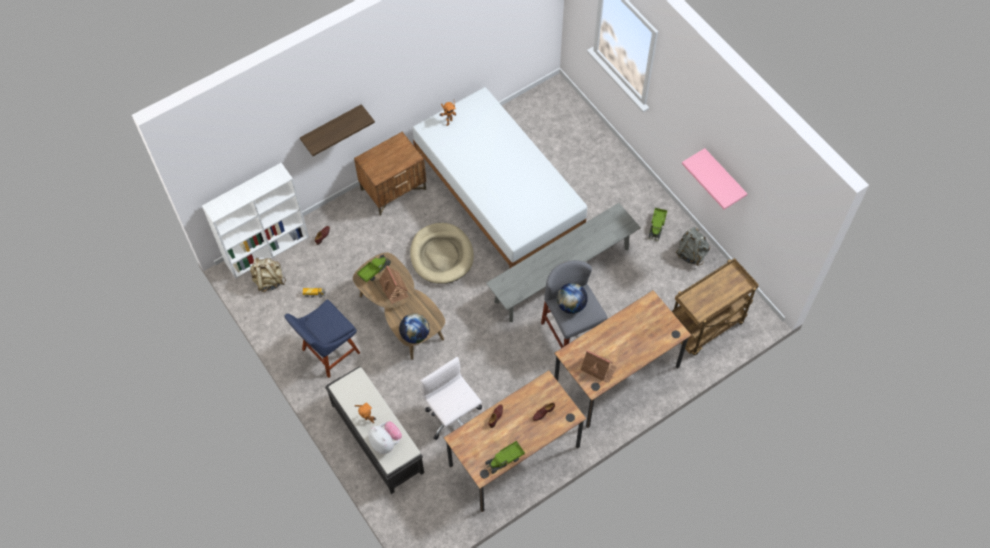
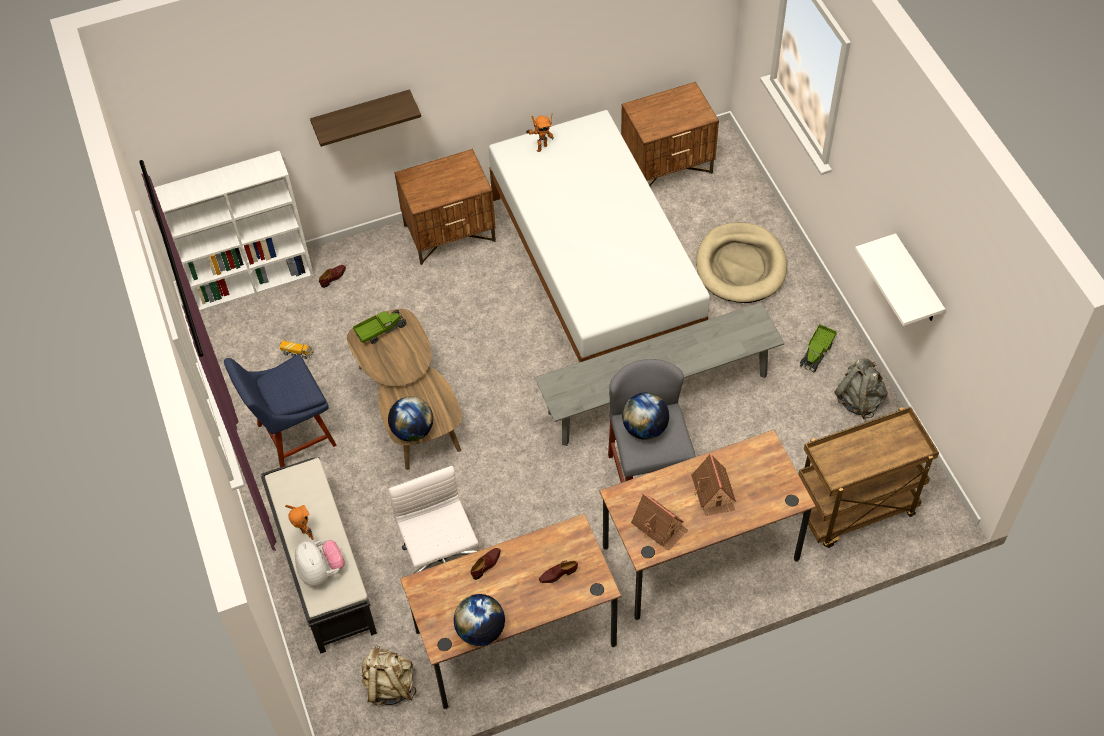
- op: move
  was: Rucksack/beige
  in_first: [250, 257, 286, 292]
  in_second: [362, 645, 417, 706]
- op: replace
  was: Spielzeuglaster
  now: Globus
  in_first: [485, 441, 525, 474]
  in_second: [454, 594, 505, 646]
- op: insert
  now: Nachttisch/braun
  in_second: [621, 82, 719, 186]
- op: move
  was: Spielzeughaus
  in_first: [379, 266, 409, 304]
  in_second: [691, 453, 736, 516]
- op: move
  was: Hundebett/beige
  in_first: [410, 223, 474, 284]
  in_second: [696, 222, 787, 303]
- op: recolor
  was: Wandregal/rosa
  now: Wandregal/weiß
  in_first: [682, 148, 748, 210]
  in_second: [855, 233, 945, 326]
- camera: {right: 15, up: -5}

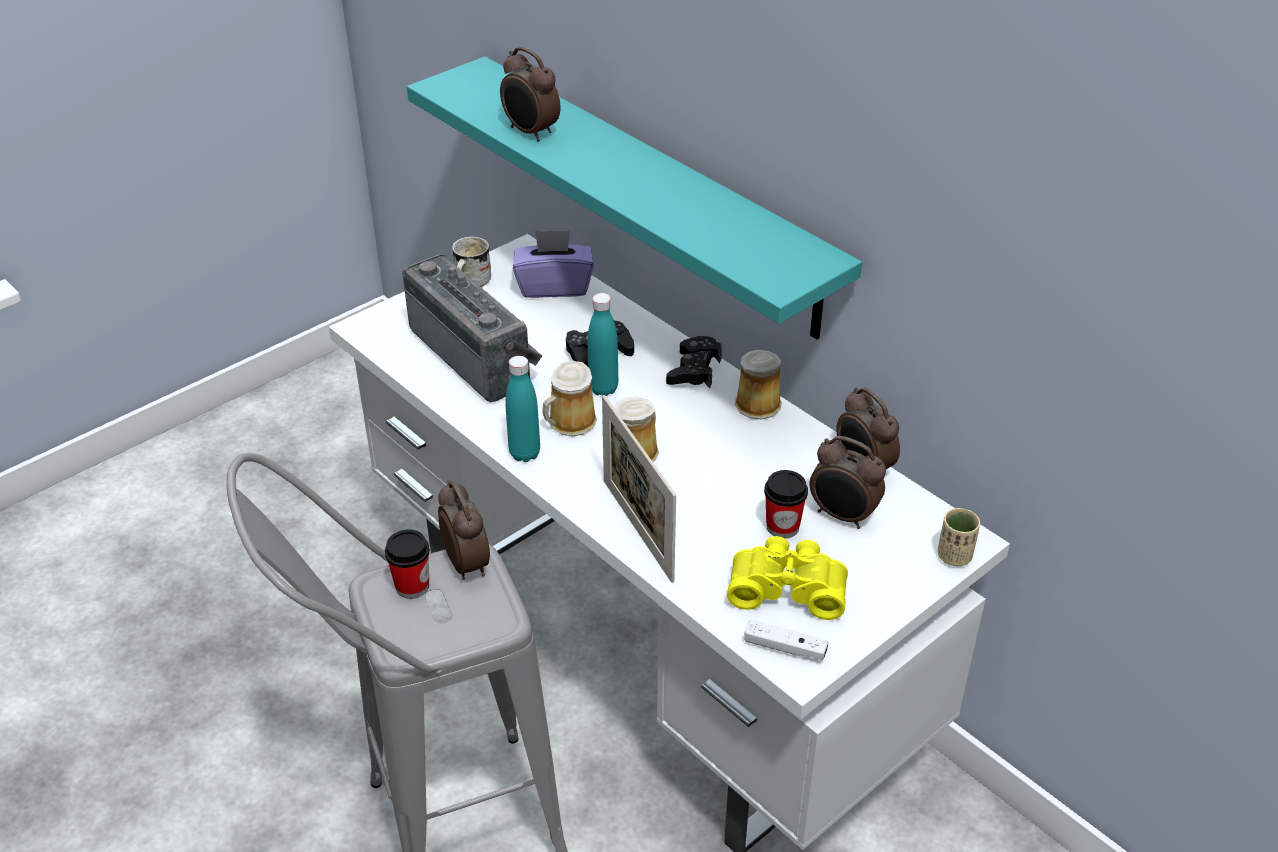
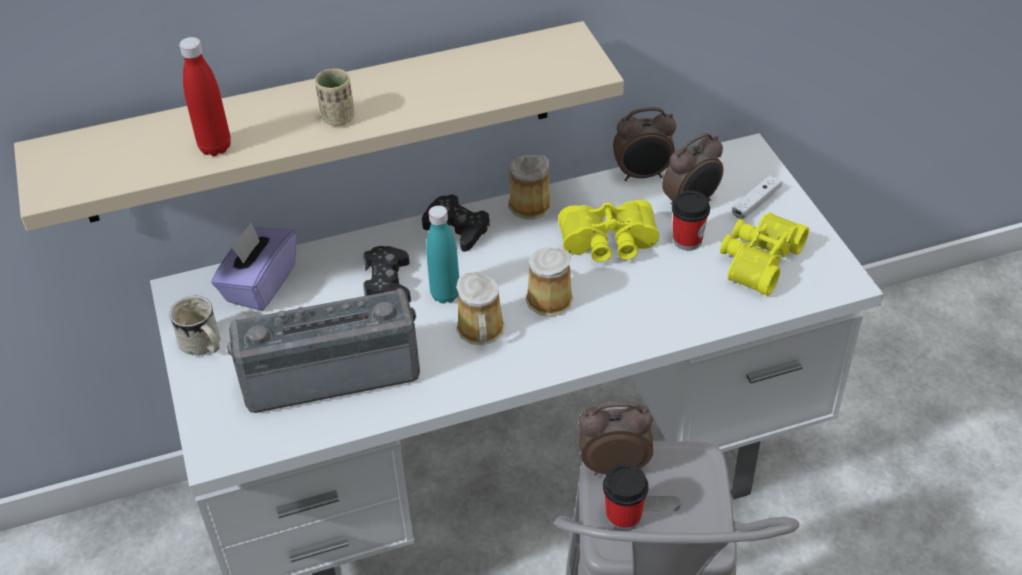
- op: recolor
  was: Wandregal/türkis
  now: Wandregal/beige
  in_first: [407, 57, 862, 339]
  in_second: [14, 21, 624, 231]
- op: replace
  was: Wecker
  now: Flasche/rot
  in_first: [500, 47, 561, 142]
  in_second: [179, 37, 231, 156]
- op: move
  was: Tasse/beige
  in_first: [938, 508, 980, 566]
  in_second: [315, 69, 355, 126]
- op: insert
  now: Fernglas/gelb
  in_second: [558, 200, 659, 262]
- op: move
  was: Gamepad/weiß
  in_first: [744, 620, 828, 660]
  in_second: [732, 175, 782, 220]
- op: delete
  was: Flasche/türkis
  in_first: [506, 356, 540, 462]
- op: delete
  was: Bilderrahmen
  in_first: [602, 395, 676, 583]
- camera: {right: -65, up: 5}

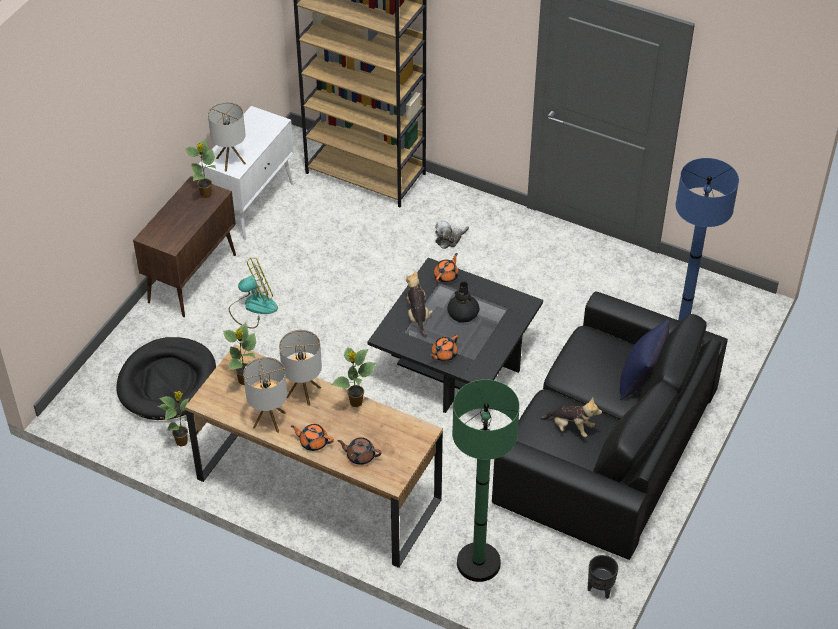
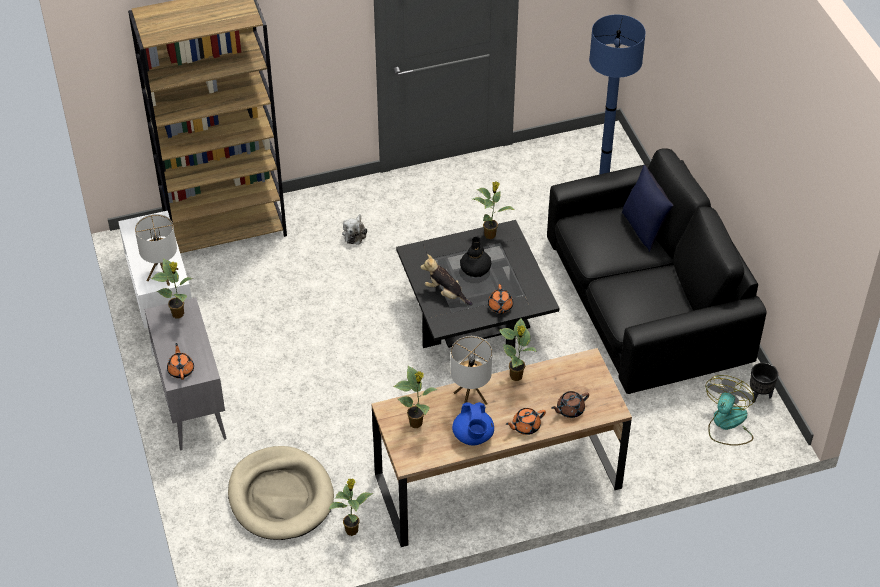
- op: recolor
  was: Schrank/braun
  now: Schrank/grau
  in_first: [133, 176, 236, 317]
  in_second: [145, 297, 227, 450]
- op: move
  was: Teekanne/orange
  in_first: [434, 253, 459, 283]
  in_second: [167, 343, 194, 380]
- op: recolor
  was: Hundebett/schwarz
  now: Hundebett/beige
  in_first: [116, 337, 216, 420]
  in_second: [228, 446, 334, 540]
- op: replace
  was: Tischlampe
  now: Teekanne/blau
  in_first: [243, 357, 287, 433]
  in_second: [452, 402, 494, 445]
- op: insert
  now: Topfpflanze
  in_second: [473, 181, 515, 239]
- op: move
  was: Ventilator
  in_first: [229, 258, 278, 329]
  in_second: [706, 375, 755, 446]
- op: delete
  was: Stehlampe/grün
  in_first: [452, 379, 520, 582]
- op: delete
  was: Plüschtier
  in_first: [540, 397, 602, 437]
- camera: {right: -45, up: 0}

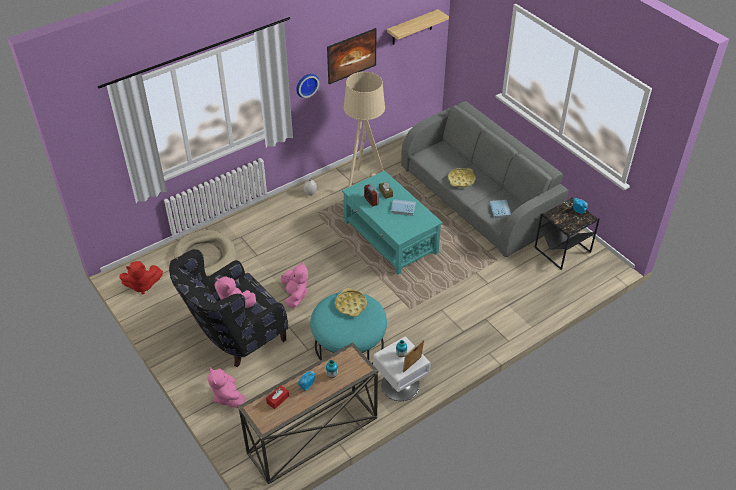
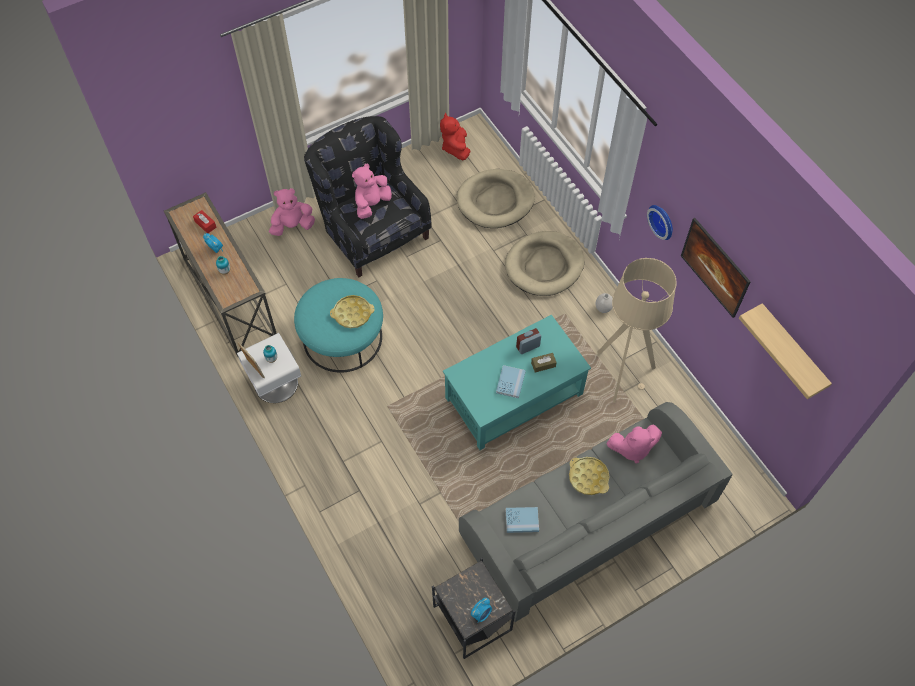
- op: insert
  now: Hundebett/beige
  in_second: [505, 231, 585, 296]
- op: move
  was: Plüschtier/rosa
  in_first: [281, 262, 308, 308]
  in_second: [607, 425, 662, 463]
- camera: {right: 95, up: 15}

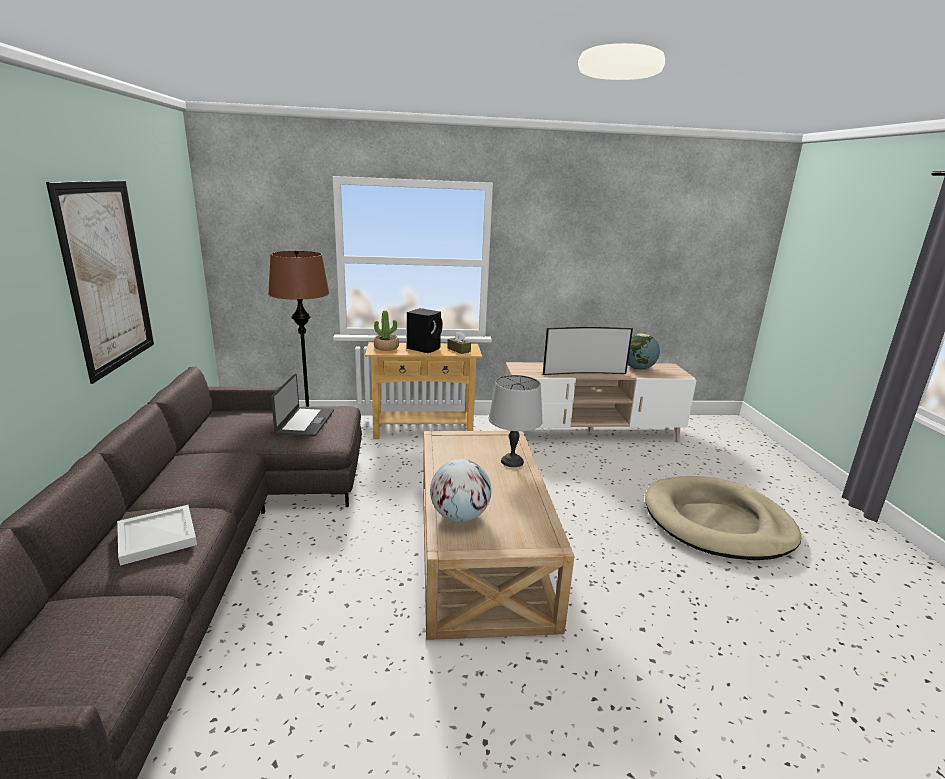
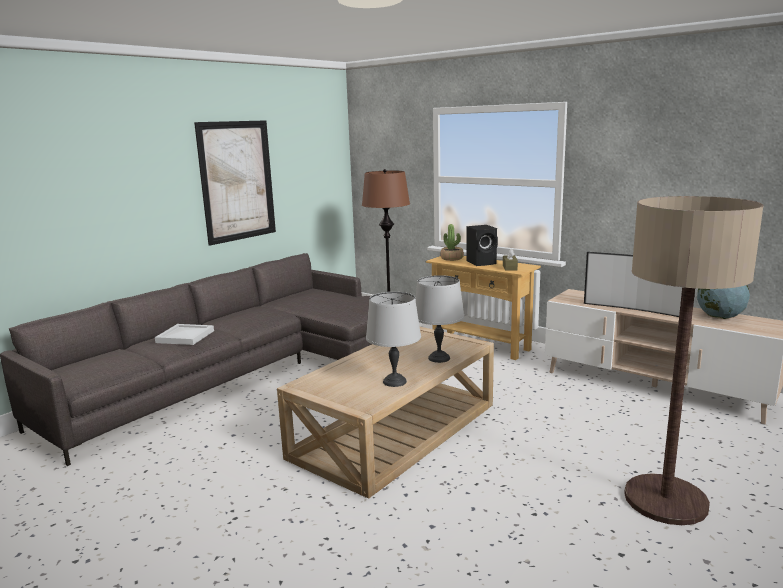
- op: insert
  now: Tischlampe/grau
  in_second: [366, 292, 421, 387]
- op: replace
  was: Hundebett/beige
  now: Stehlampe
  in_first: [645, 476, 801, 560]
  in_second: [624, 196, 764, 525]
- op: delete
  was: Laptop
  in_first: [271, 374, 334, 437]
- op: delete
  was: Globus
  in_first: [430, 459, 491, 522]
- camera: {right: 45, up: -5}

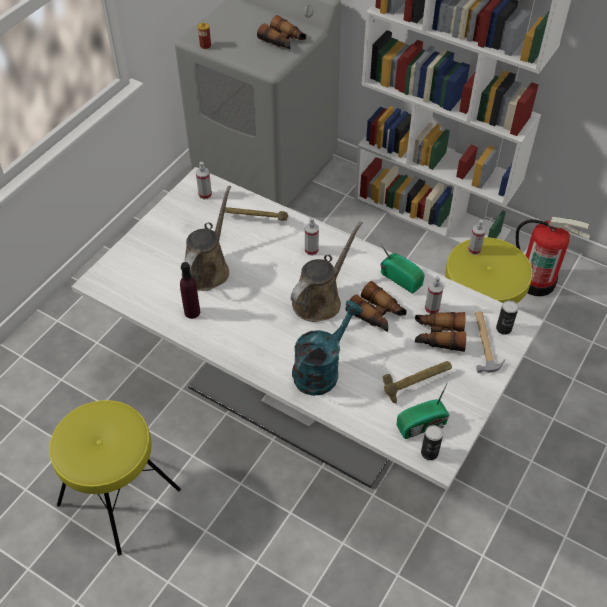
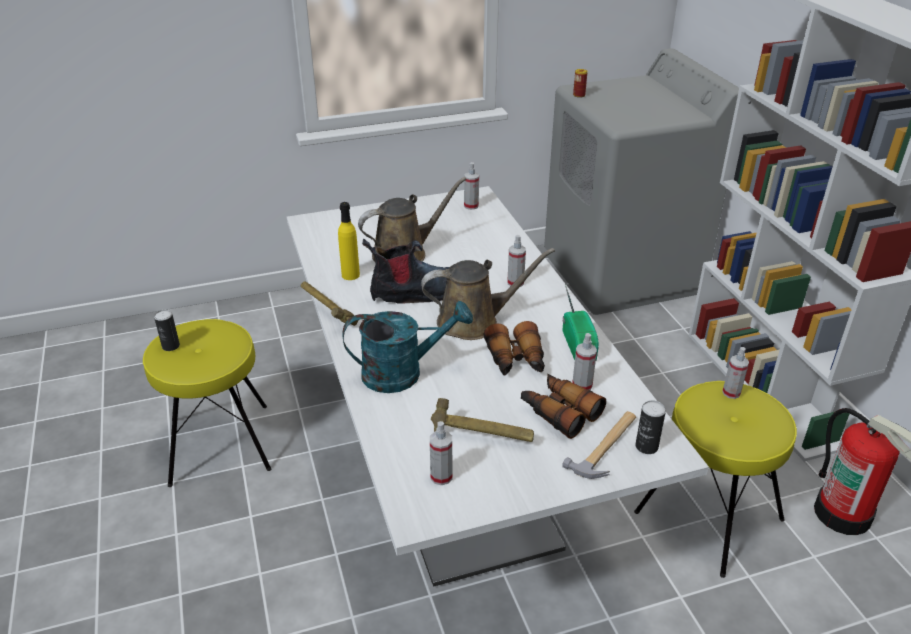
- op: move
  was: Dose
  in_first: [421, 425, 443, 460]
  in_second: [154, 310, 180, 351]
- op: move
  was: Hammer
  in_first: [225, 207, 289, 221]
  in_second: [301, 281, 359, 326]
- op: recolor
  was: Flasche/lila
  now: Flasche/gelb
  in_first: [180, 262, 200, 319]
  in_second: [338, 202, 360, 280]
- op: insert
  now: Stiefel
  in_second: [362, 239, 449, 303]
- op: replace
  was: Radio
  now: Sprühflasche
  in_first: [397, 382, 449, 439]
  in_second: [430, 421, 452, 485]
- op: delete
  was: Fernglas
  in_first: [257, 15, 306, 49]
- camera: {right: 40, up: -15}

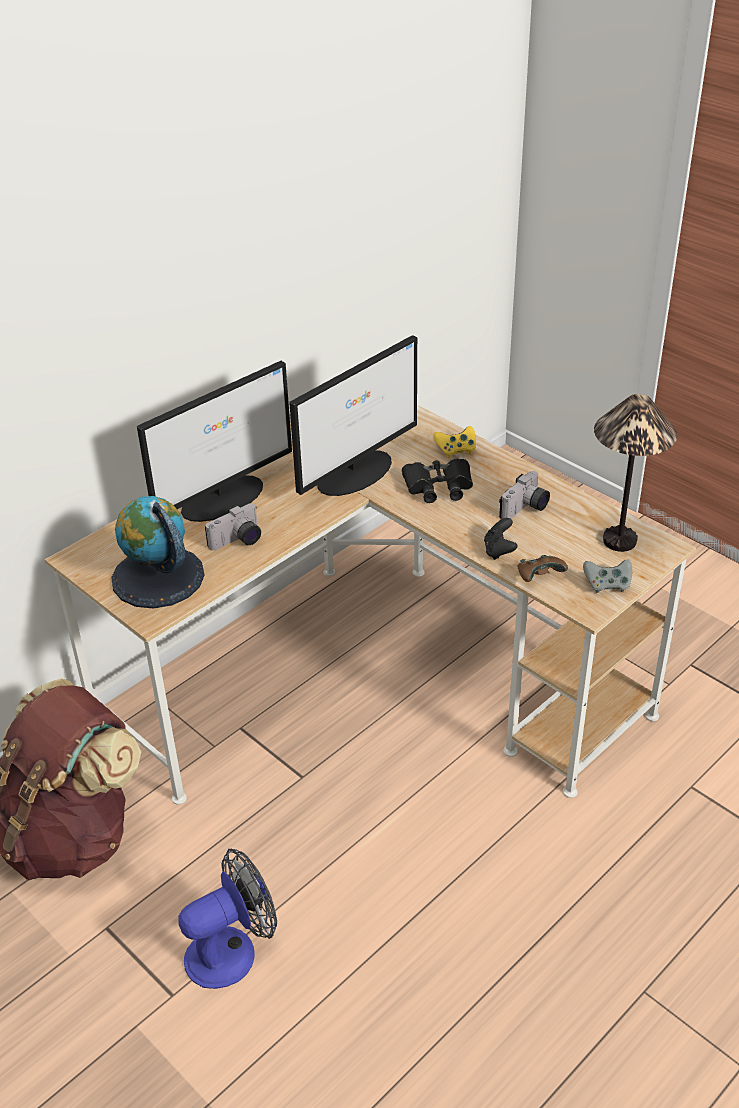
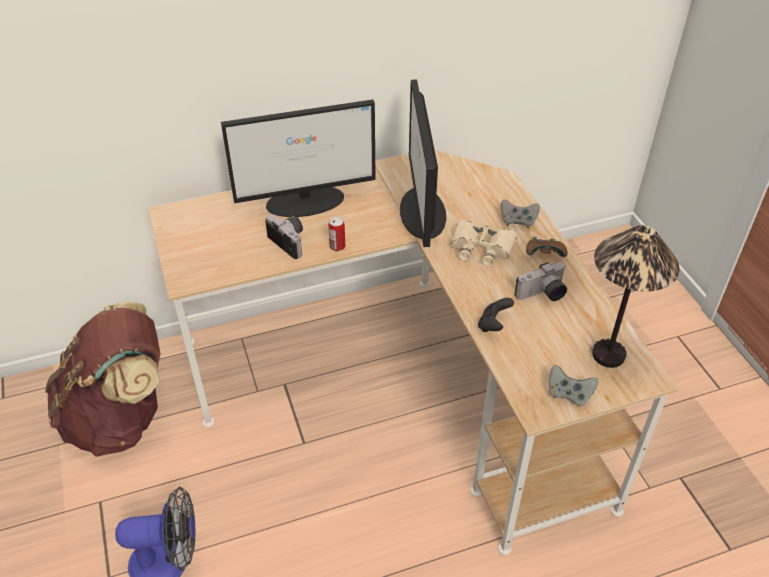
- op: rotate
  was: Kamera
  in_first: [205, 503, 261, 551]
  in_second: [265, 214, 303, 259]
  clockwise: -120
- op: insert
  now: Dose
  in_second: [328, 217, 345, 251]
- op: rotate
  was: Monitor
  in_first: [289, 335, 417, 496]
  in_second: [400, 80, 446, 247]
  clockwise: 105
- op: recolor
  was: Fernglas/schwarz
  now: Fernglas/beige
  in_first: [402, 458, 473, 503]
  in_second: [451, 220, 517, 266]
- op: recolor
  was: Gamepad/gelb
  now: Gamepad/grau
  in_first: [433, 426, 476, 458]
  in_second: [501, 200, 540, 228]
- op: move
  was: Gamepad/braun
  in_first: [517, 555, 568, 582]
  in_second: [526, 237, 568, 257]
- op: delete
  was: Globus
  in_first: [111, 496, 205, 609]
- camera: {right: 25, up: 5}

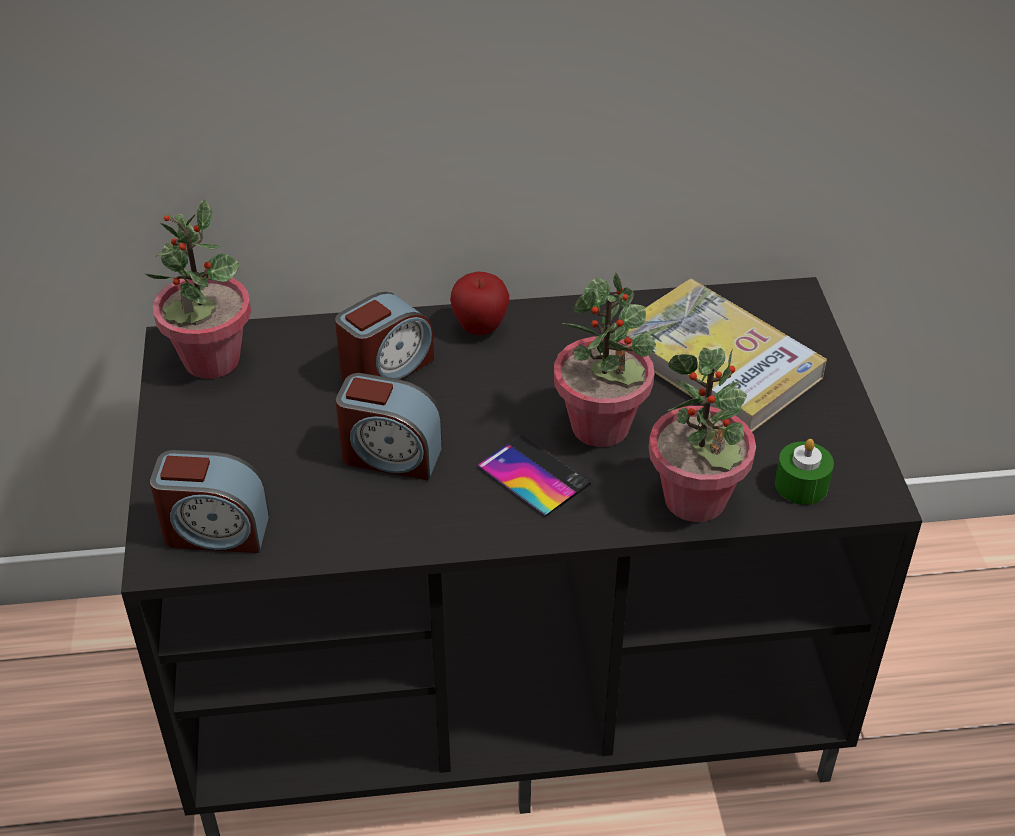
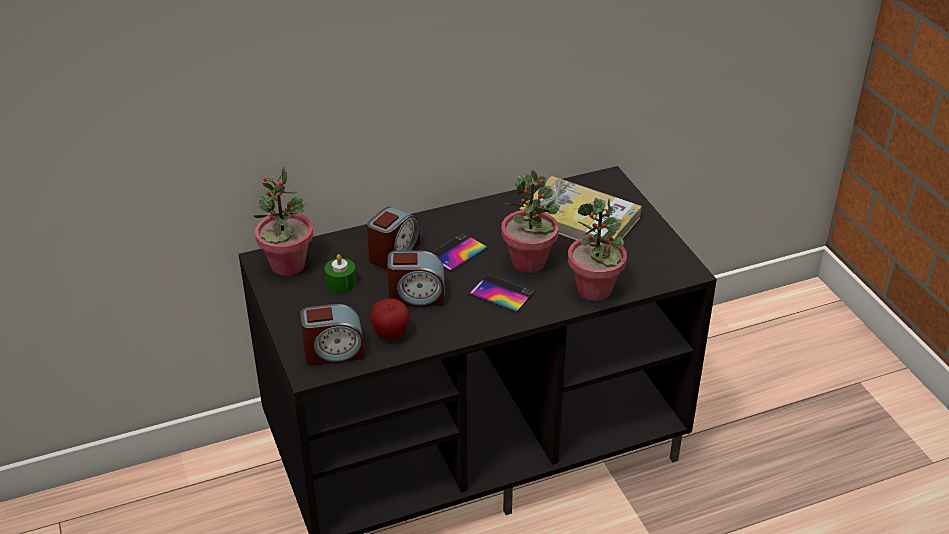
- op: move
  was: Kerze/grün
  in_first: [775, 439, 834, 505]
  in_second: [325, 254, 356, 293]
- op: move
  was: Apfel
  in_first: [450, 271, 509, 335]
  in_second: [370, 298, 410, 340]
- op: insert
  now: Handy
  in_second: [431, 233, 488, 271]
- camera: {right: -15, up: -5}

